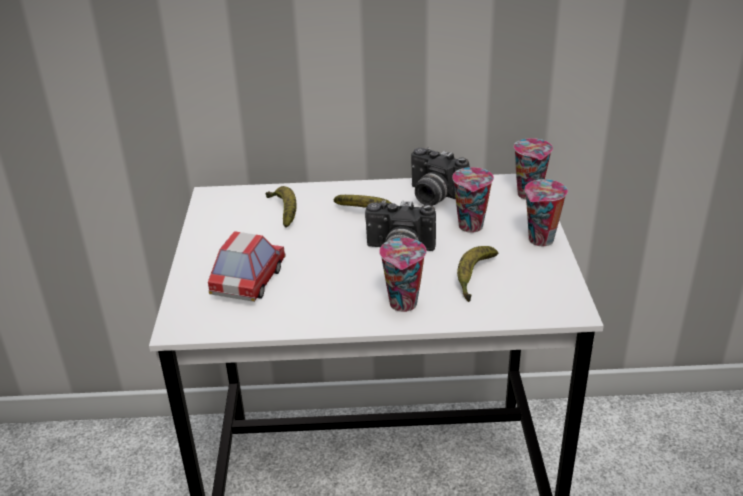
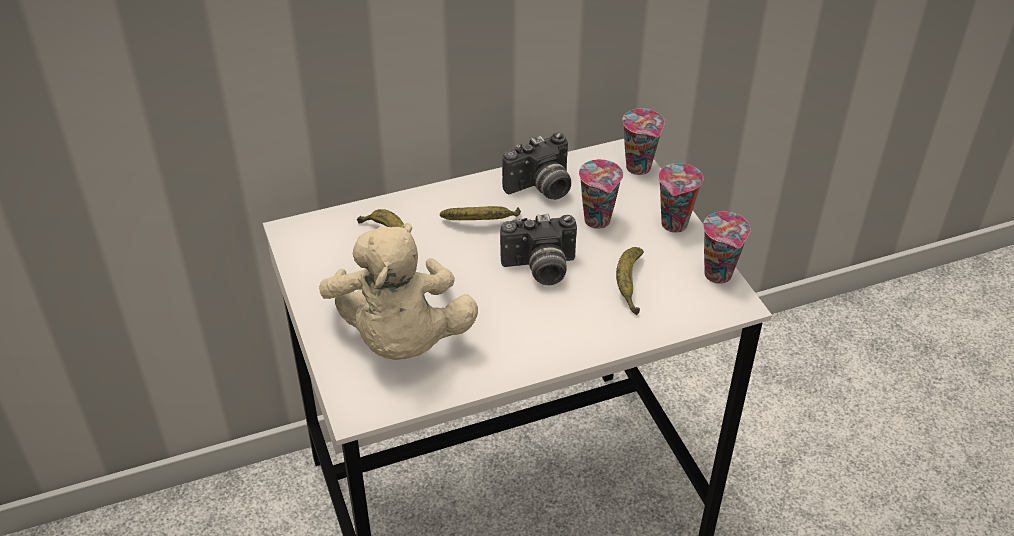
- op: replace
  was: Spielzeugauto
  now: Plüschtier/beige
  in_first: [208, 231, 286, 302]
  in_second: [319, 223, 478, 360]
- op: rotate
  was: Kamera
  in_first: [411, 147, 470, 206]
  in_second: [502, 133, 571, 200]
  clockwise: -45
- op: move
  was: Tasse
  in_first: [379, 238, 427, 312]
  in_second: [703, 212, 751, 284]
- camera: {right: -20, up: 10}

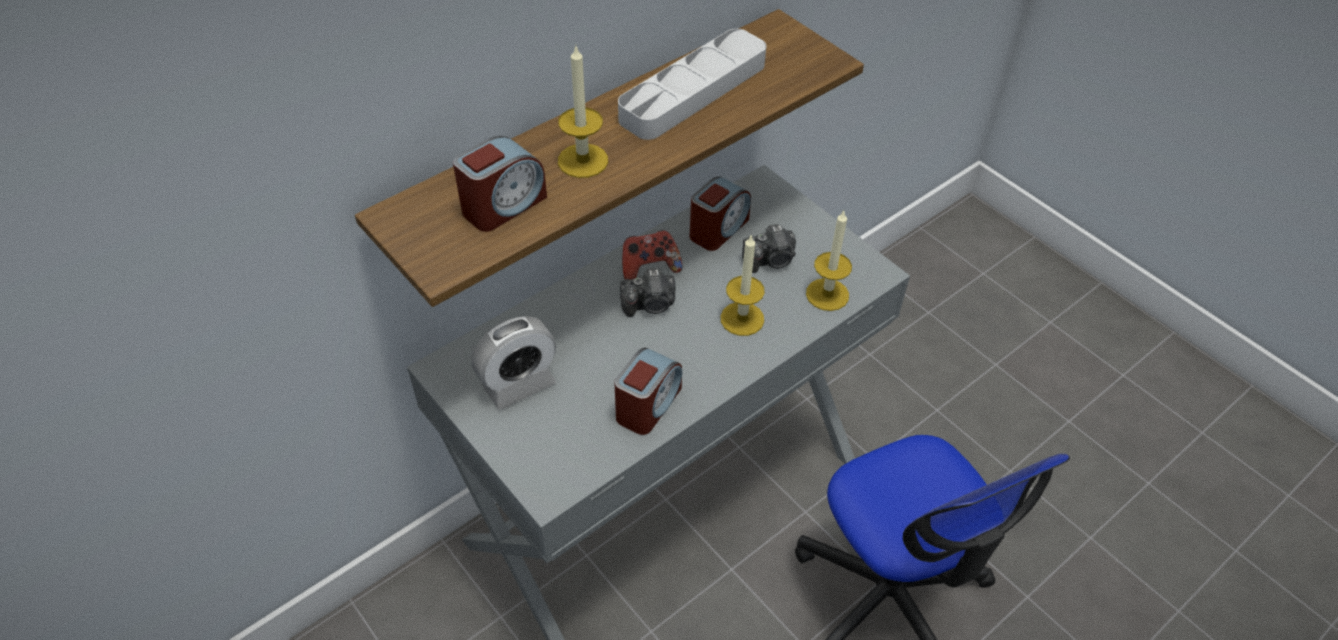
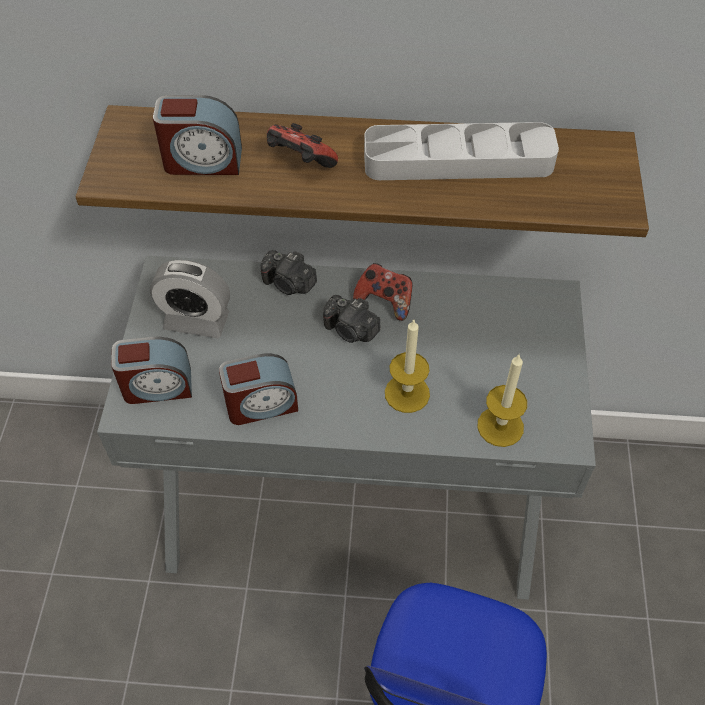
- op: move
  was: Wecker
  in_first: [690, 176, 751, 251]
  in_second: [111, 337, 192, 404]
- op: move
  was: Kamera
  in_first: [742, 224, 796, 273]
  in_second: [261, 250, 317, 295]
- op: replace
  was: Kerze
  now: Gamepad
  in_first: [558, 44, 608, 178]
  in_second: [267, 123, 338, 168]
- camera: {right: 45, up: 5}

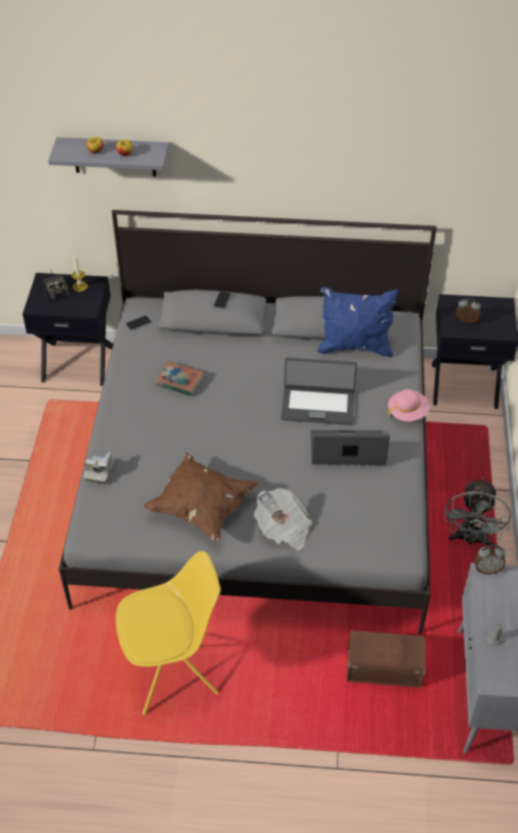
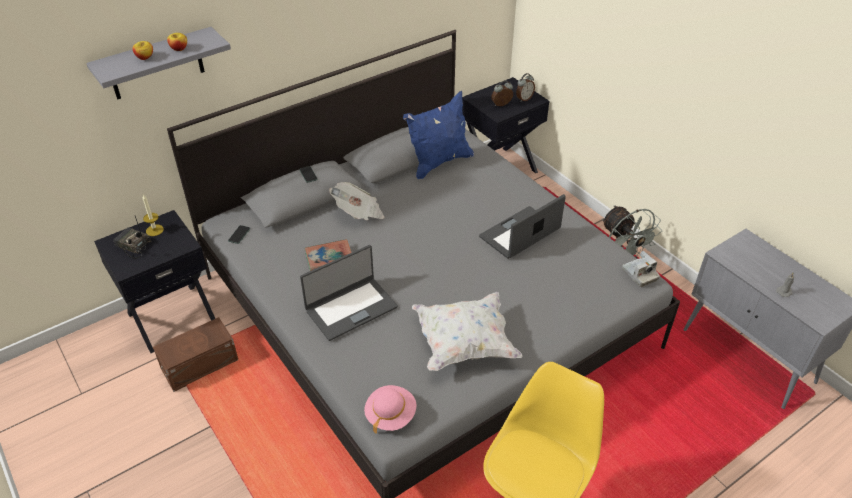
- op: move
  was: Aufbewahrungsbox/braun
  in_first: [347, 630, 426, 688]
  in_second: [153, 317, 238, 392]
- op: move
  was: Laptop
  in_first: [281, 358, 357, 425]
  in_second: [300, 245, 398, 341]
- op: move
  was: Zeitung
  in_first: [254, 488, 312, 550]
  in_second: [329, 182, 385, 220]
- op: move
  was: Hut/rosa
  in_first: [388, 389, 430, 421]
  in_second: [364, 385, 416, 433]
- op: recolor
  was: Kissen/braun
  now: Kissen/weiß
  in_first: [144, 453, 258, 542]
  in_second: [412, 292, 522, 371]
- op: move
  was: Wecker
  in_first: [475, 545, 506, 574]
  in_second: [516, 73, 535, 102]
- op: move
  was: Kamera
  in_first: [84, 452, 114, 484]
  in_second: [622, 251, 660, 287]
- camera: {right: -40, up: -5}

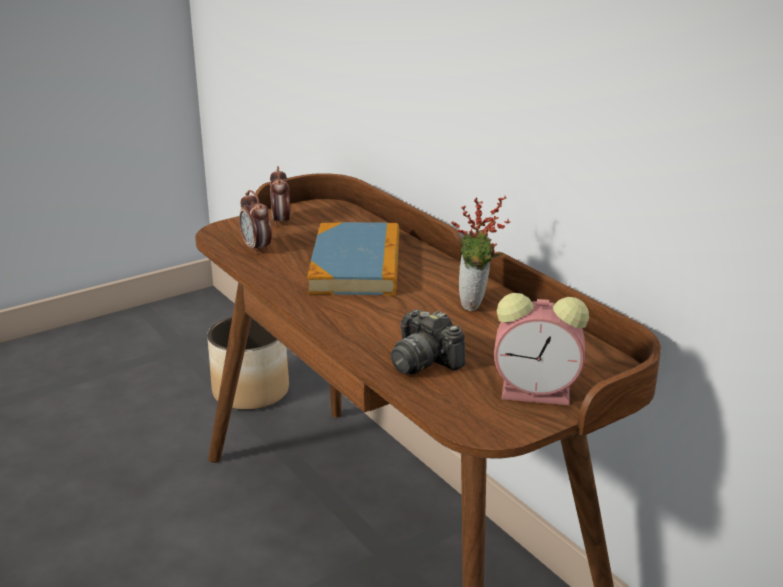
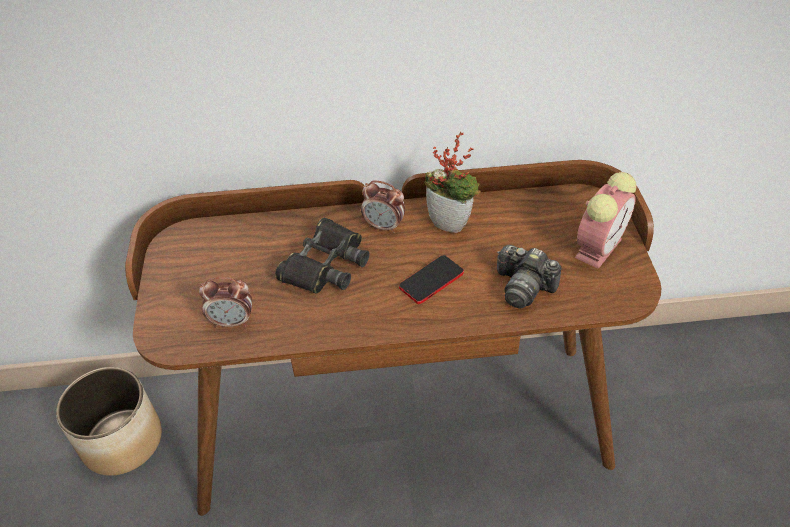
- op: replace
  was: Buch
  now: Fernglas/schwarz
  in_first: [307, 222, 399, 295]
  in_second: [275, 218, 370, 294]
- op: move
  was: Wecker
  in_first: [270, 166, 291, 227]
  in_second: [361, 181, 406, 233]
- op: insert
  now: Handy
  in_second: [399, 255, 464, 304]
- op: rotate
  was: Kamera
  in_first: [391, 309, 465, 374]
  in_second: [497, 245, 562, 308]
  clockwise: 45
- camera: {right: -60, up: 20}

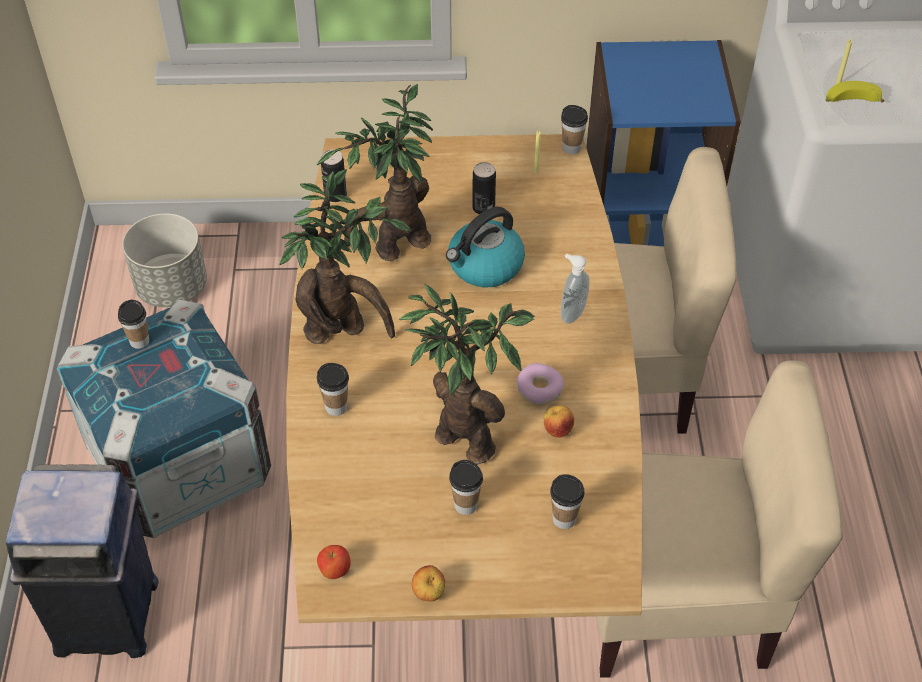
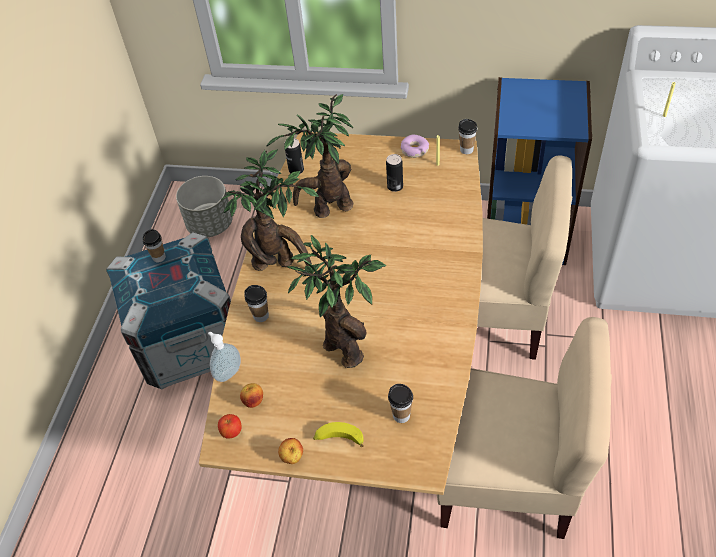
- op: move
  was: Seifenspender
  in_first: [561, 253, 590, 324]
  in_second: [208, 331, 241, 382]
- op: move
  was: Apfel
  in_first: [544, 405, 574, 438]
  in_second: [240, 383, 263, 408]
- op: move
  was: Banane
  in_first: [825, 81, 884, 103]
  in_second: [313, 422, 364, 447]
- op: move
  was: Donut
  in_first: [516, 363, 564, 405]
  in_second: [401, 135, 429, 158]
- op: delete
  was: Mülleimer/blau
  in_first: [6, 464, 159, 658]
- op: delete
  was: Wasserkessel
  in_first: [446, 207, 525, 287]
- op: delete
  was: Tasse
  in_first: [449, 460, 483, 515]
- camera: {right: 15, up: 0}

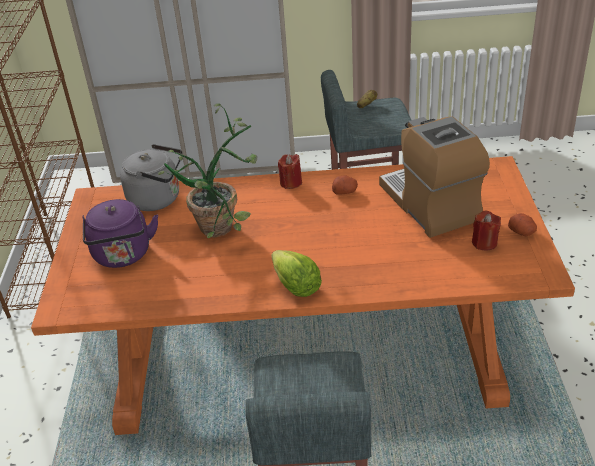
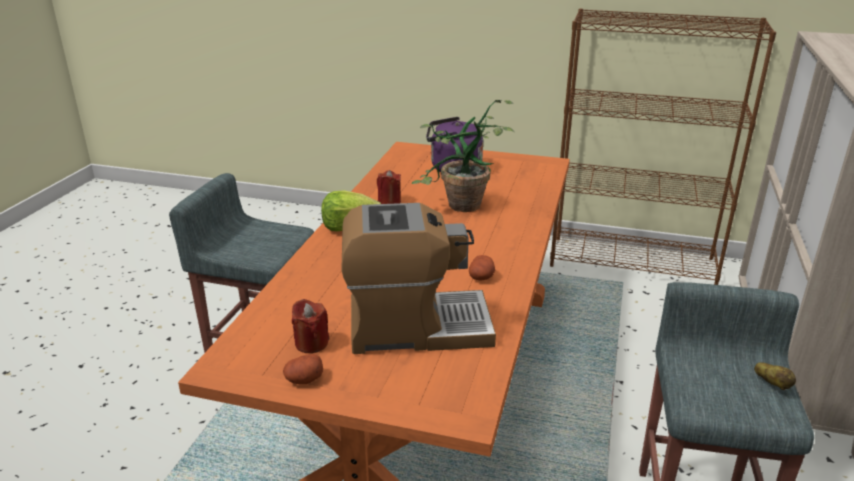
- op: move
  was: Kerze/rot
  in_first: [278, 154, 302, 189]
  in_second: [377, 170, 401, 204]
- op: delete
  was: Wasserkessel/grau
  in_first: [120, 144, 183, 211]
- camera: {right: 105, up: -10}

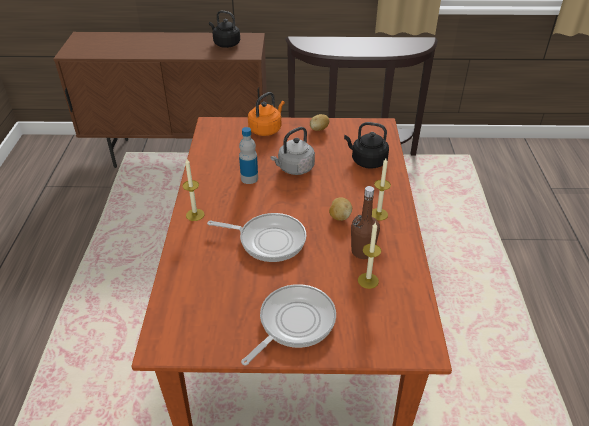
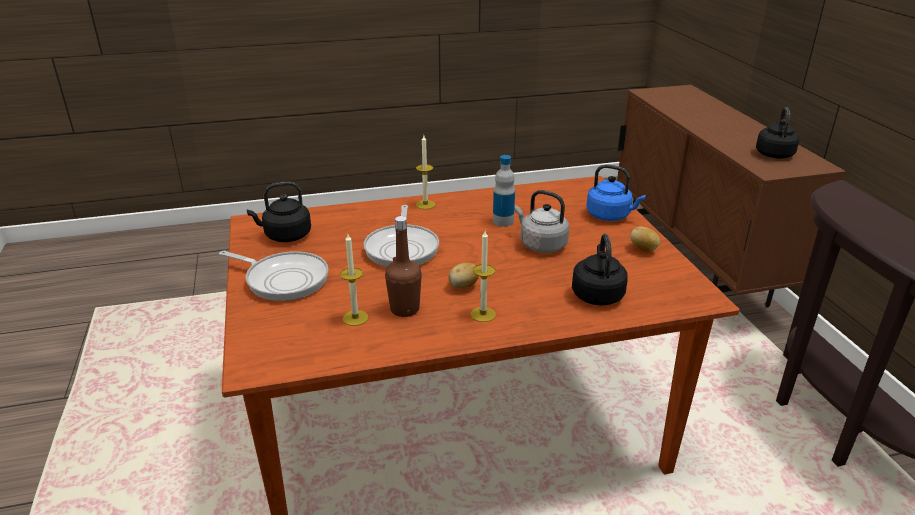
- op: insert
  now: Wasserkessel/schwarz
  in_second: [247, 182, 311, 242]
- op: recolor
  was: Wasserkessel/orange
  now: Wasserkessel/blau
  in_first: [248, 92, 285, 136]
  in_second: [586, 164, 646, 221]
- camera: {right: 75, up: -10}

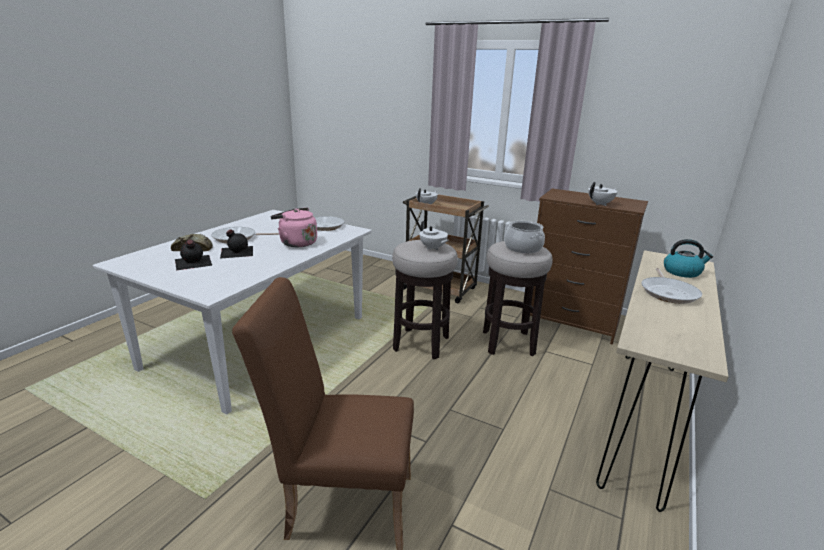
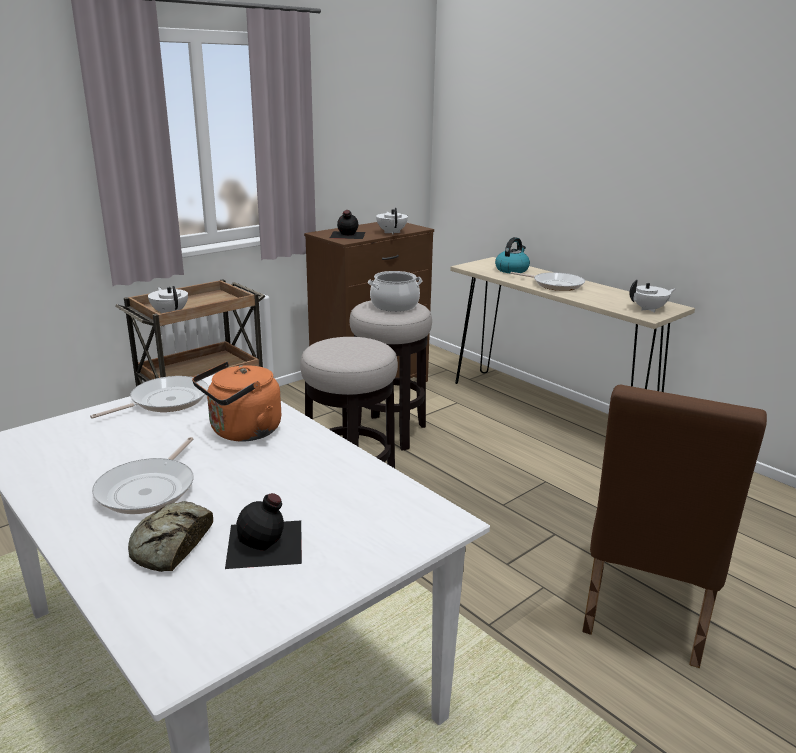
- op: recolor
  was: Wasserkessel/rosa
  now: Wasserkessel/orange
  in_first: [271, 208, 317, 247]
  in_second: [192, 361, 281, 441]
- op: move
  was: Flasche/schwarz
  in_first: [220, 230, 253, 259]
  in_second: [330, 210, 365, 239]
- op: move
  was: Teekanne/weiß
  in_first: [419, 220, 449, 250]
  in_second: [629, 279, 675, 313]
- camera: {right: -70, up: 0}

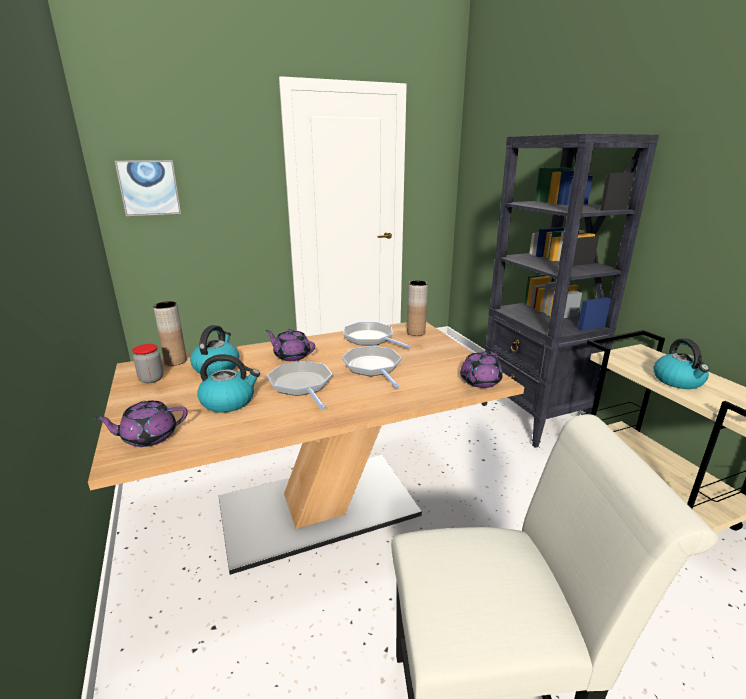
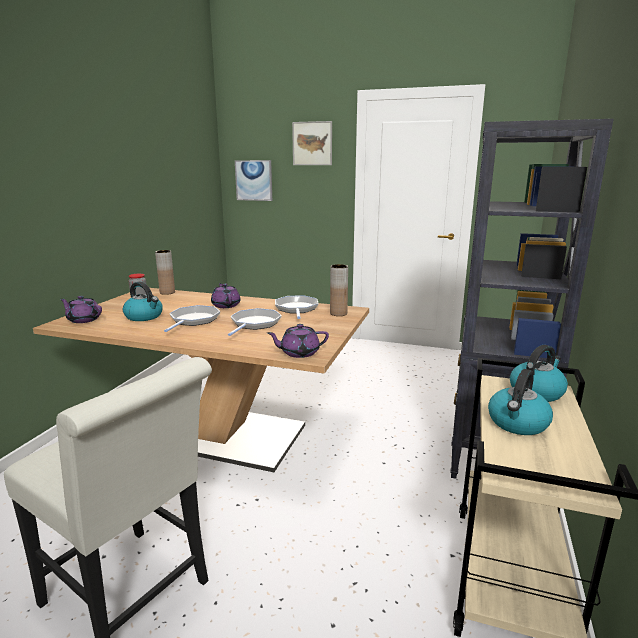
- op: insert
  now: Bild
  in_second: [292, 121, 332, 165]
- op: move
  was: Wasserkessel
  in_first: [190, 325, 239, 376]
  in_second: [510, 345, 568, 402]
- camera: {right: 40, up: -5}

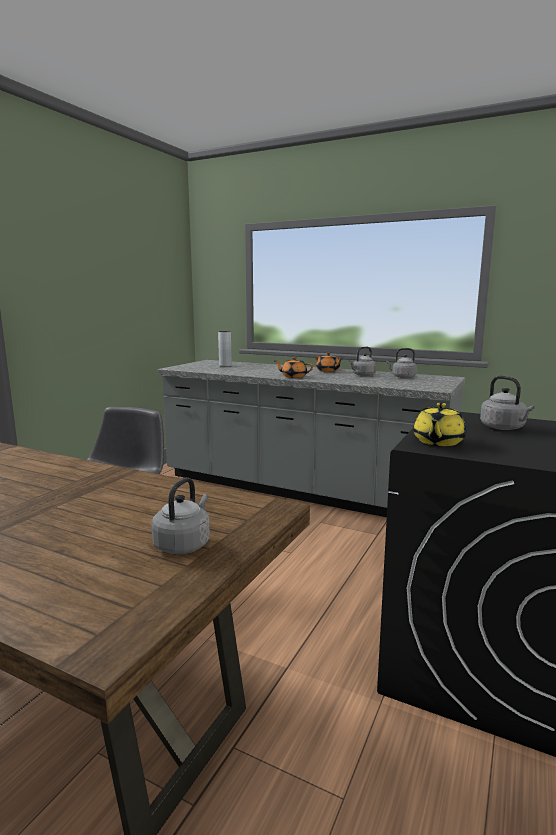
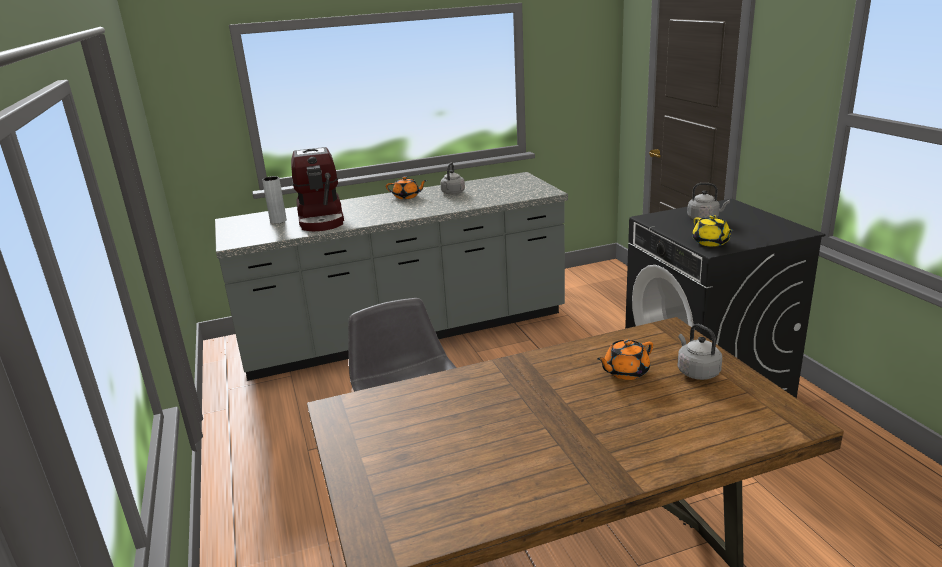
- op: insert
  now: Kaffeemaschine
  in_second: [291, 147, 344, 231]
- op: move
  was: Teekanne/orange
  in_first: [275, 357, 313, 378]
  in_second: [597, 340, 653, 380]
- op: delete
  was: Wasserkessel/grau
  in_first: [386, 348, 417, 378]
- camera: {right: -45, up: 10}

